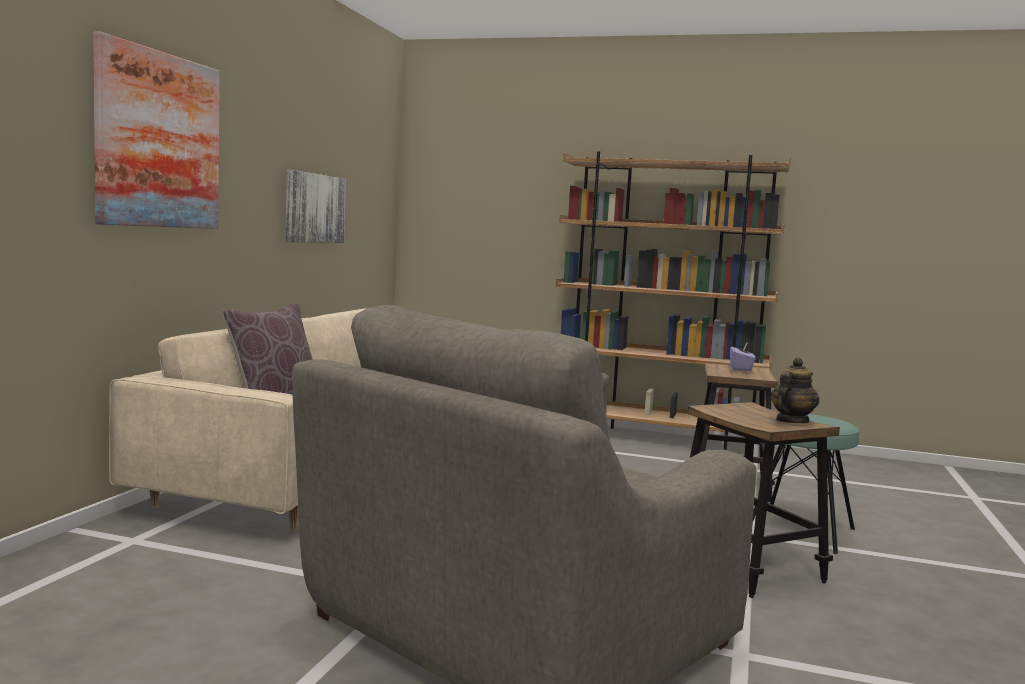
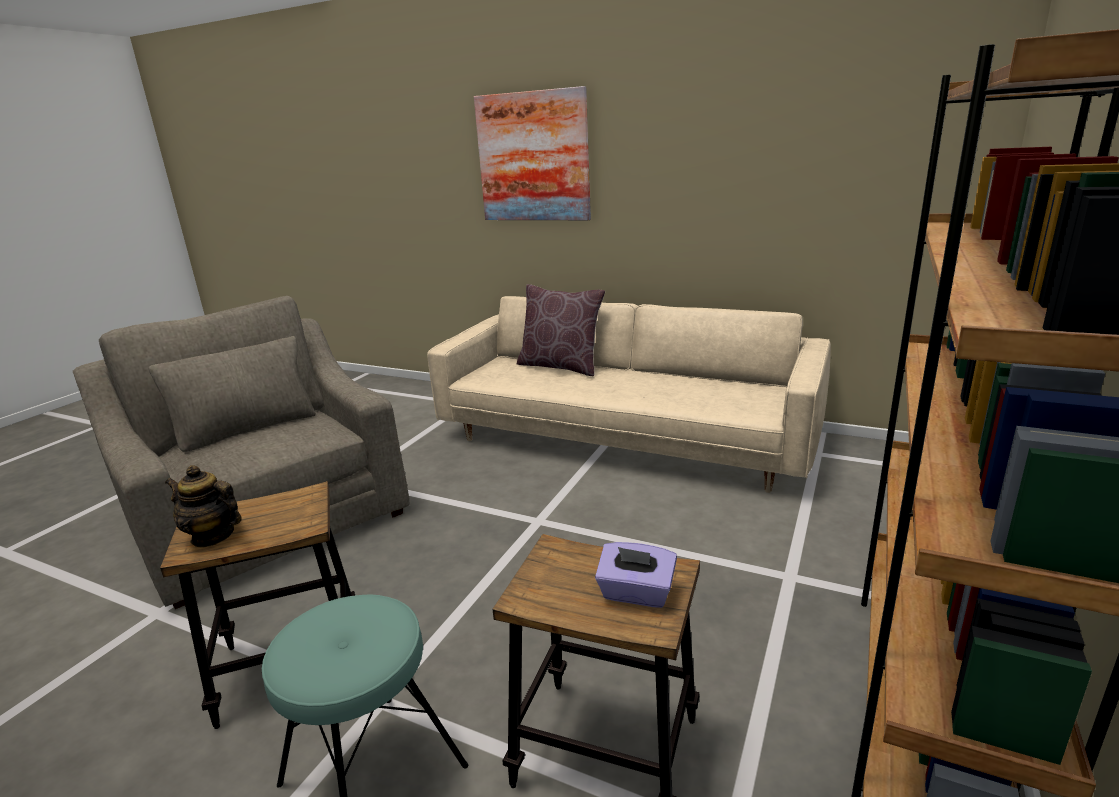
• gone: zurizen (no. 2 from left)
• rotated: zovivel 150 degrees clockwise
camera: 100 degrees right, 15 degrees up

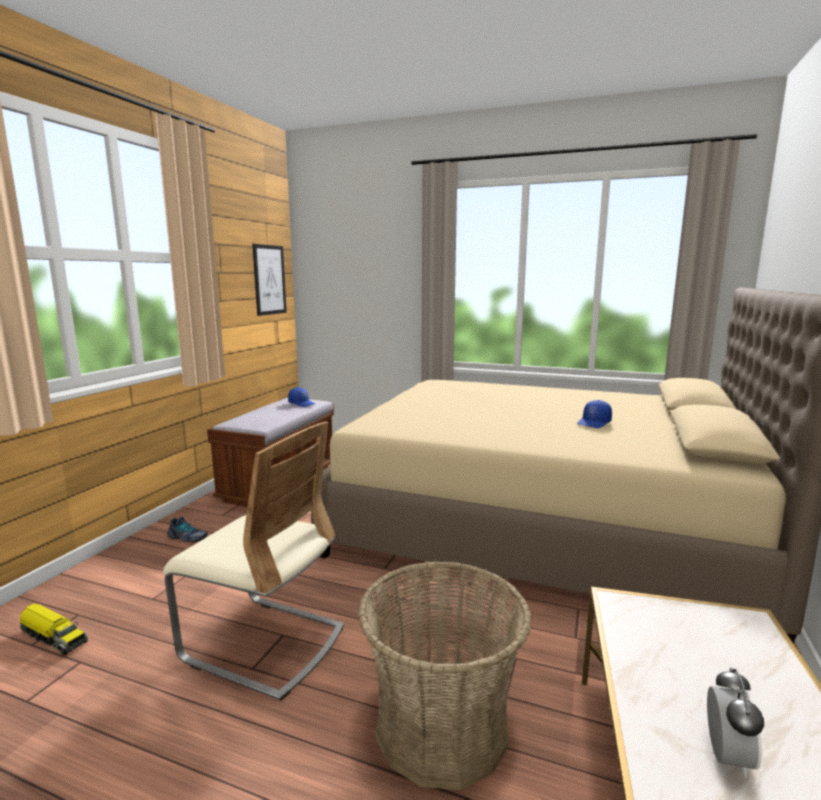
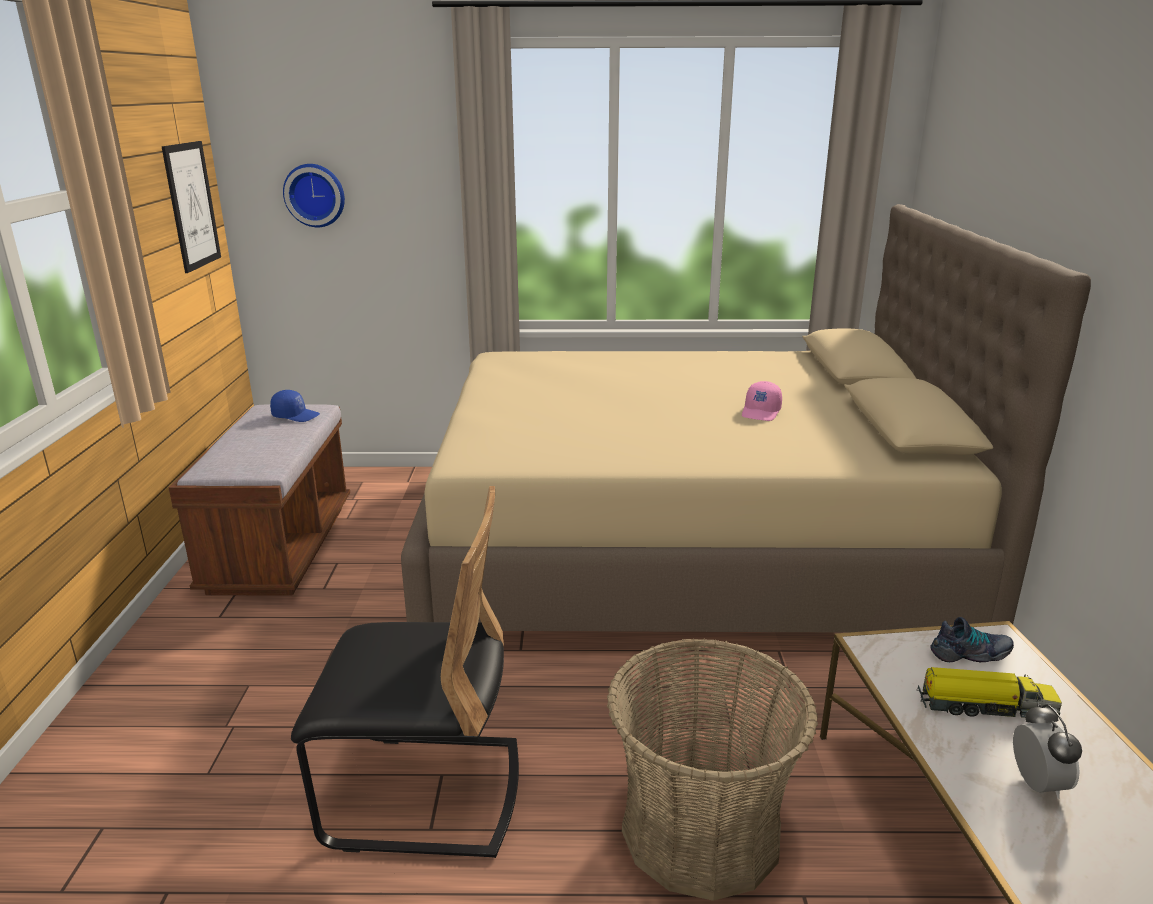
• new: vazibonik
• shifted: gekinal
• shifted: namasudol
• repainted: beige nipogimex to black nipogimex
• repainted: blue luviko (no. 2 from left) to pink luviko
camera: 20 degrees left, 10 degrees up

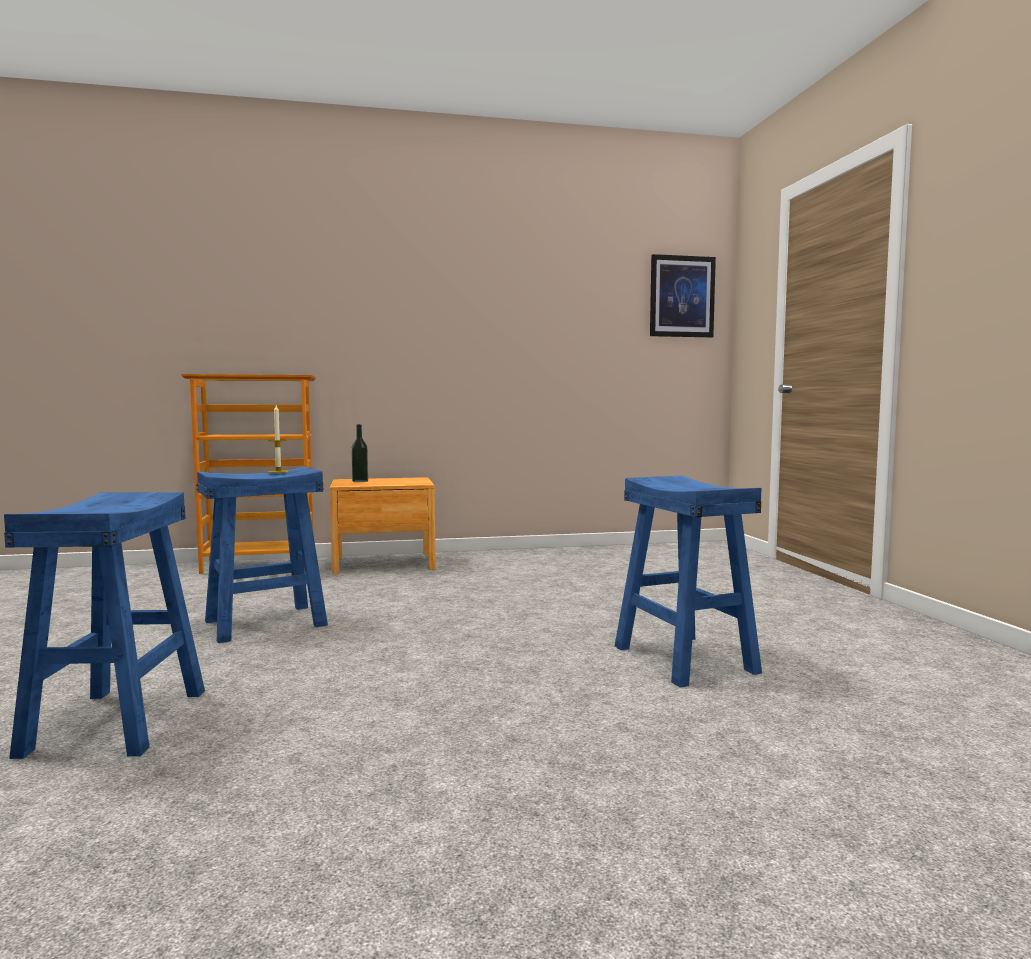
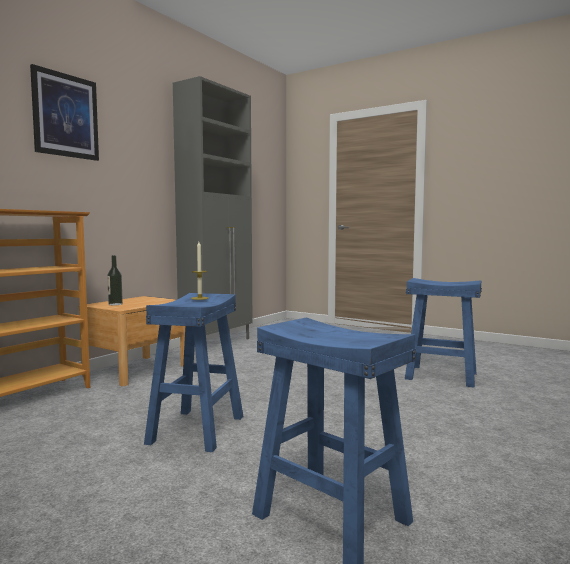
• new: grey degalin
• shifted: zurizen
camera: 45 degrees left, 0 degrees up

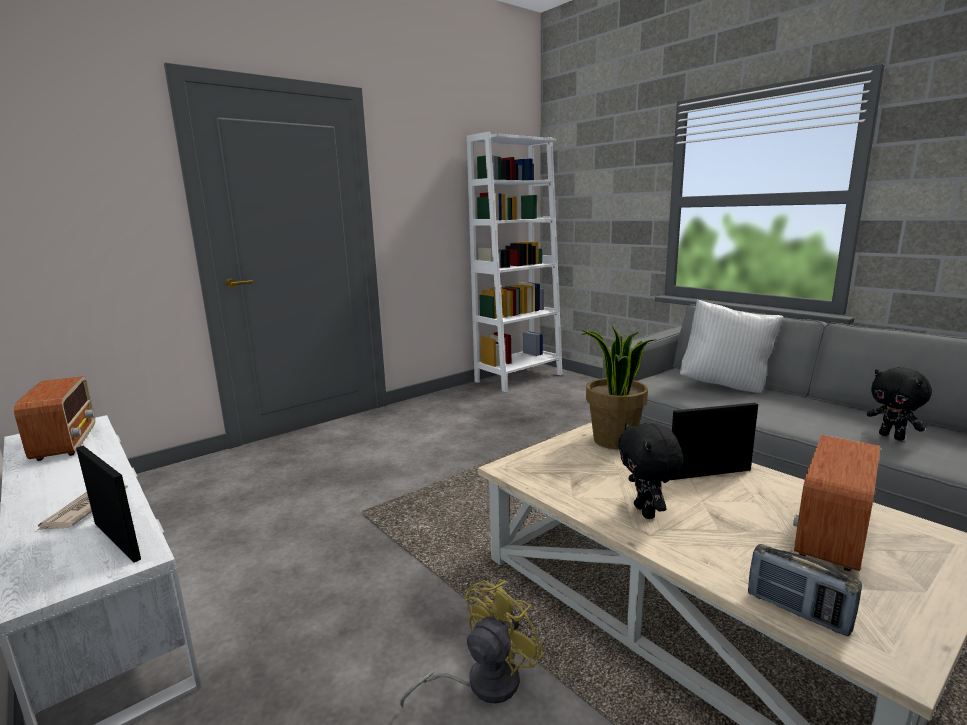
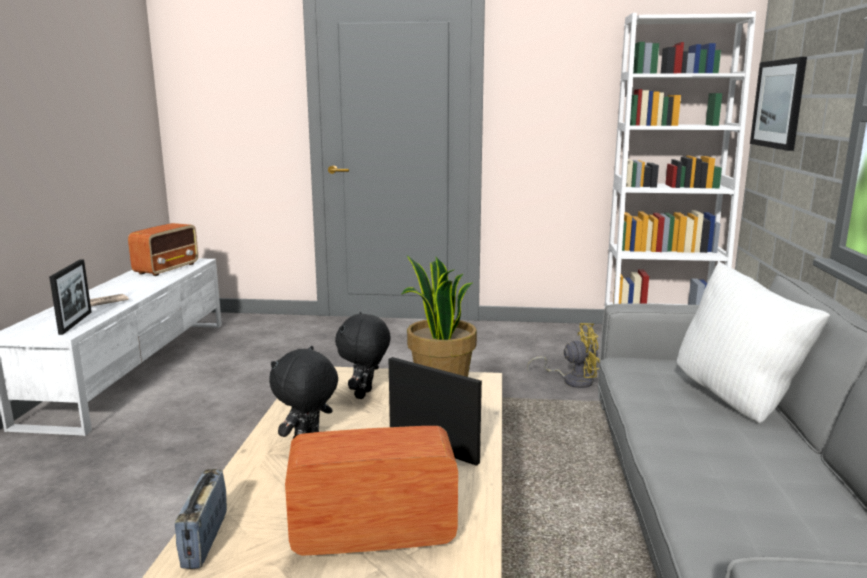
• new: zurizen
• shifted: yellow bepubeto
• shifted: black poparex (no. 2 from left)
camera: 45 degrees right, 0 degrees up

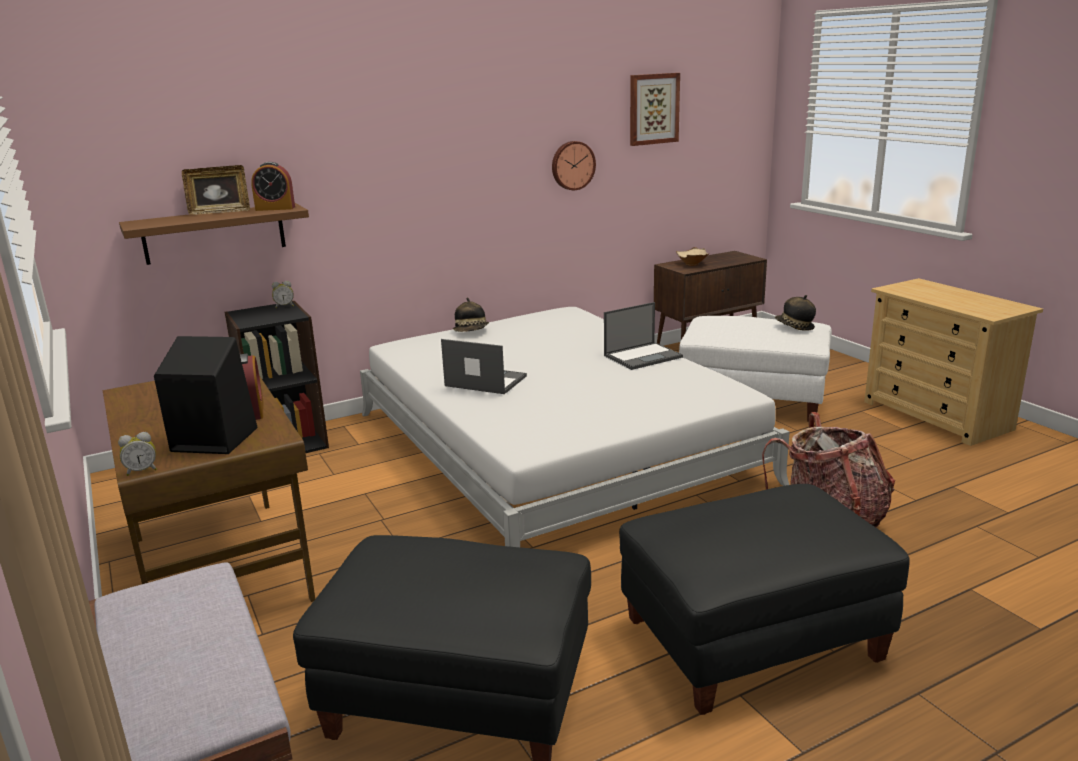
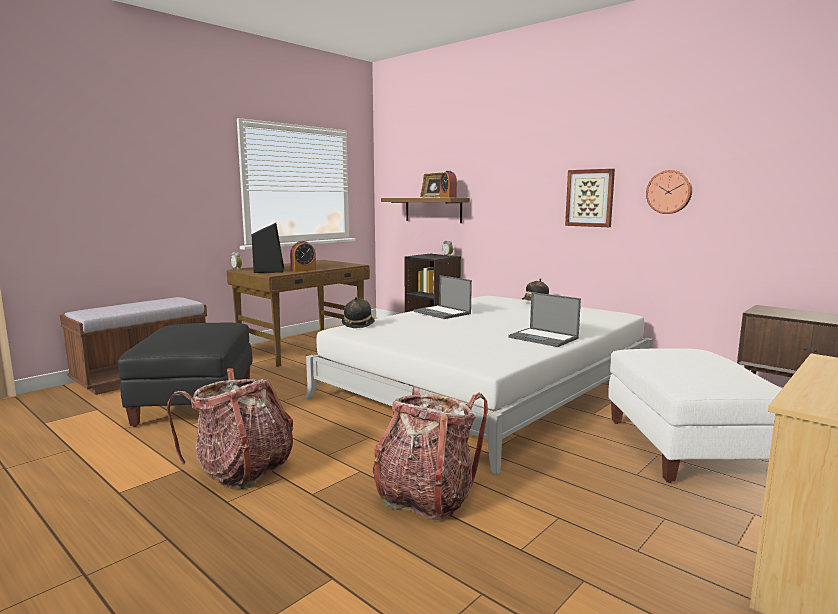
• gone: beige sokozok
• shifted: zurizen
• shifted: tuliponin (no. 2 from left in the first image) to tuliponin (no. 1 from left)
• swapped: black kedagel (no. 2 from left) to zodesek (no. 1 from left)
• rotated: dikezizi (no. 1 from left) 135 degrees clockwise
camera: 70 degrees right, 10 degrees down

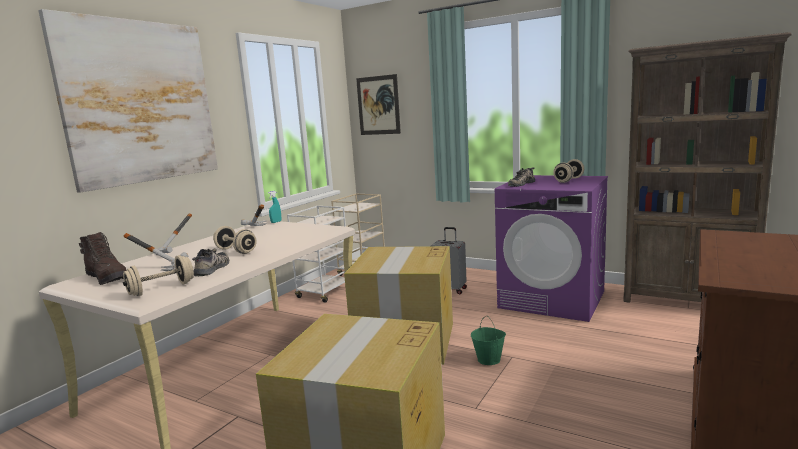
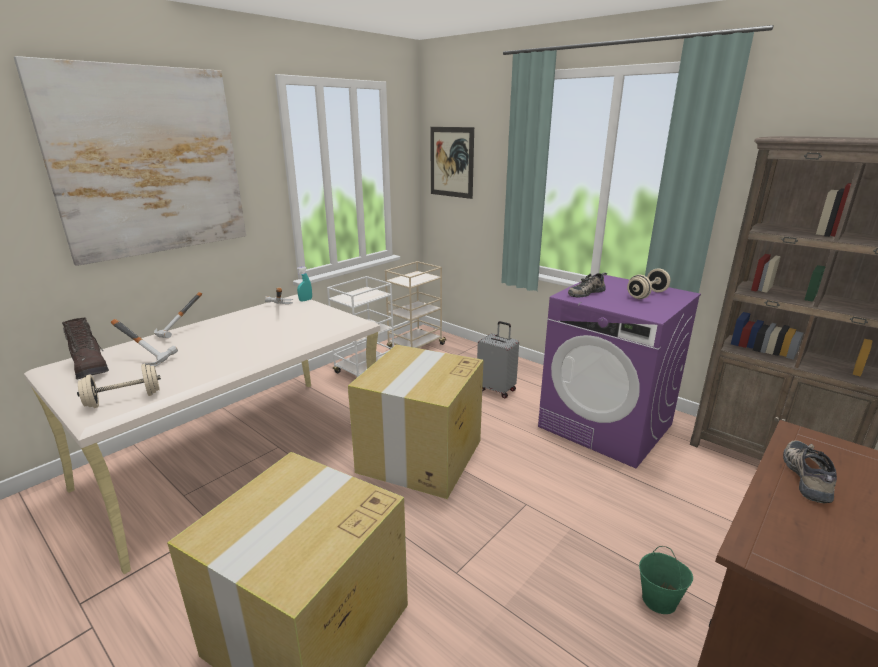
• gone: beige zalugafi (no. 2 from left)
• shifted: namasudol (no. 1 from left in the first image) to namasudol (no. 2 from left)
• shifted: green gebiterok
camera: 10 degrees right, 10 degrees up

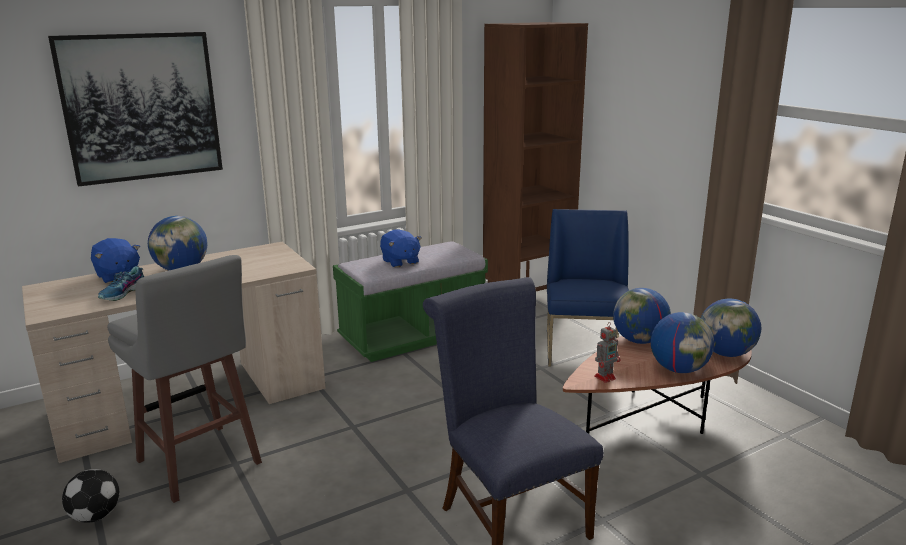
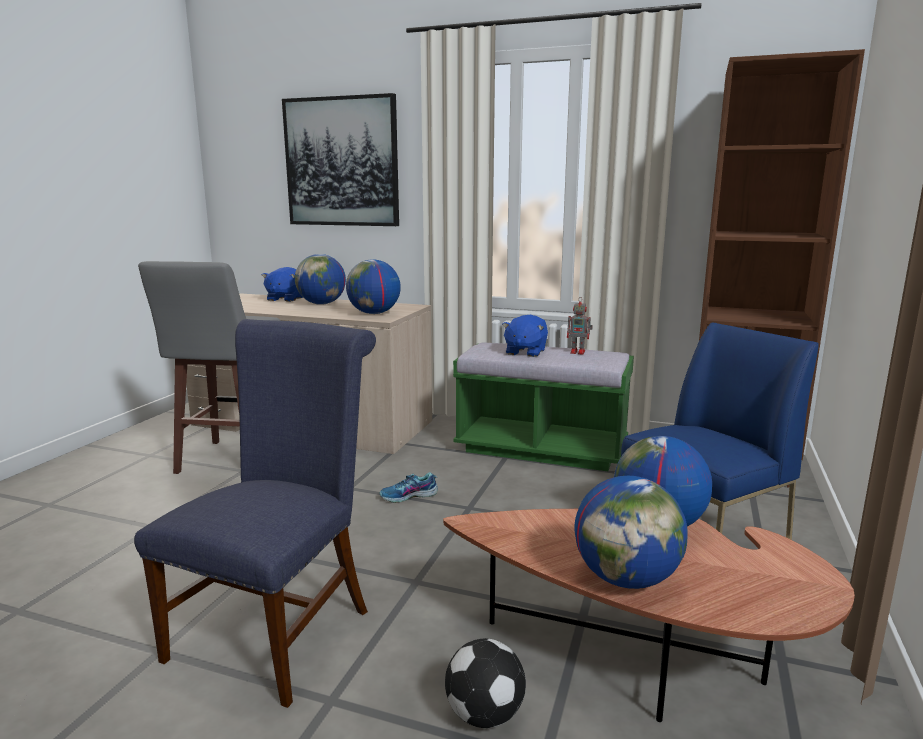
• shifted: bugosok
• shifted: namasudol
• shifted: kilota
• shifted: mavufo (no. 4 from left in the first image) to mavufo (no. 2 from left)
camera: 50 degrees right, 5 degrees down

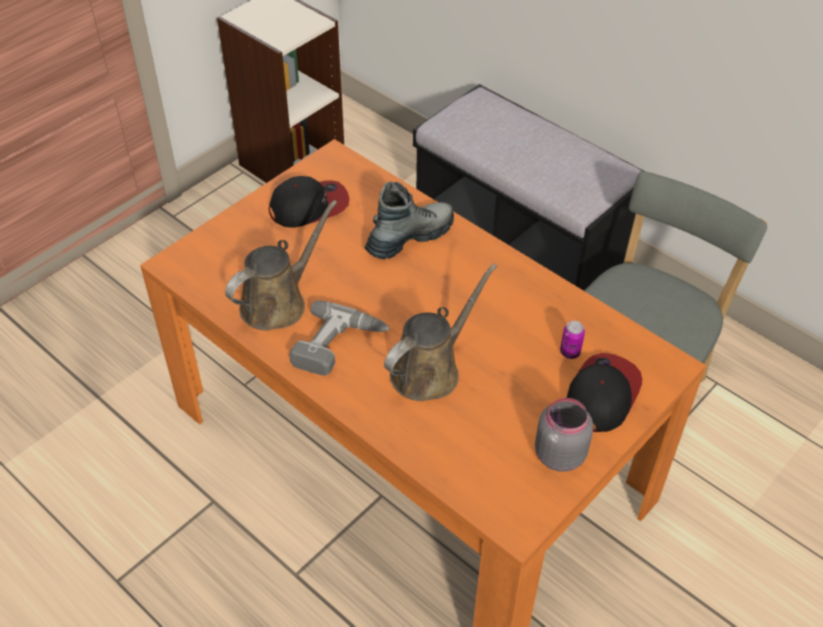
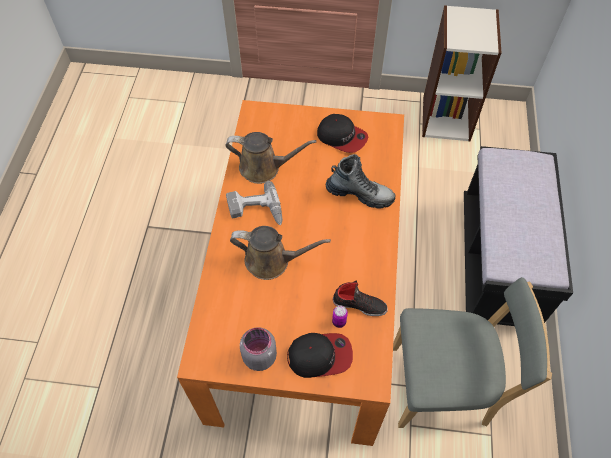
• new: black namasudol
camera: 55 degrees right, 10 degrees up

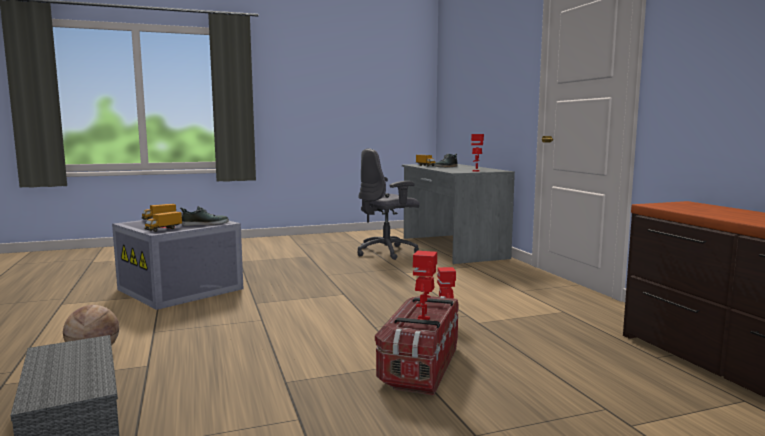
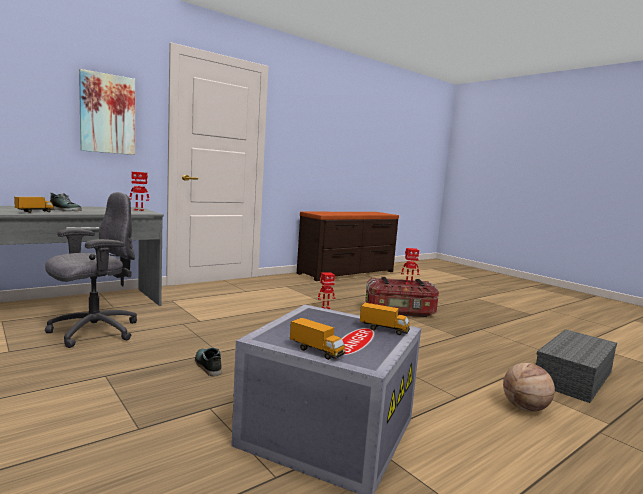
• new: zurizen
• shifted: namasudol (no. 1 from left in the first image) to namasudol (no. 2 from left)
• rotated: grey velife 90 degrees counterclockwise
camera: 110 degrees left, 0 degrees up

